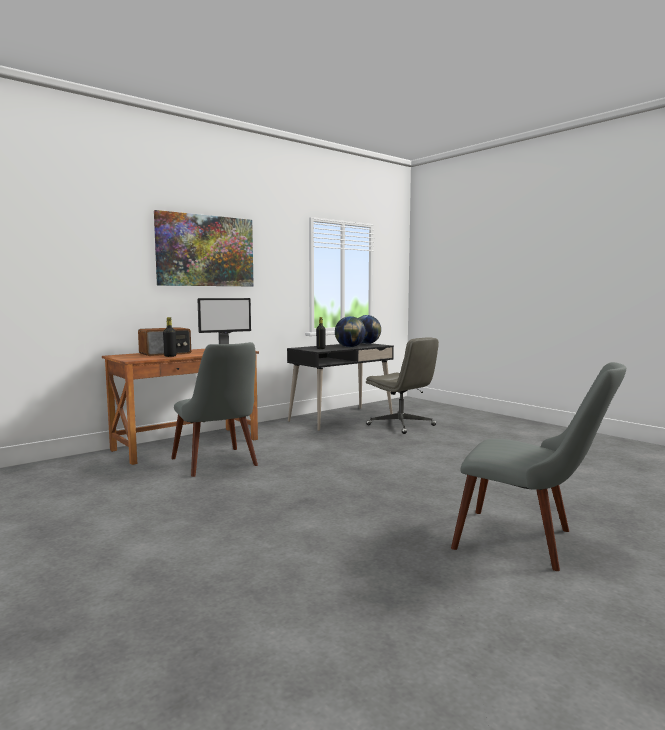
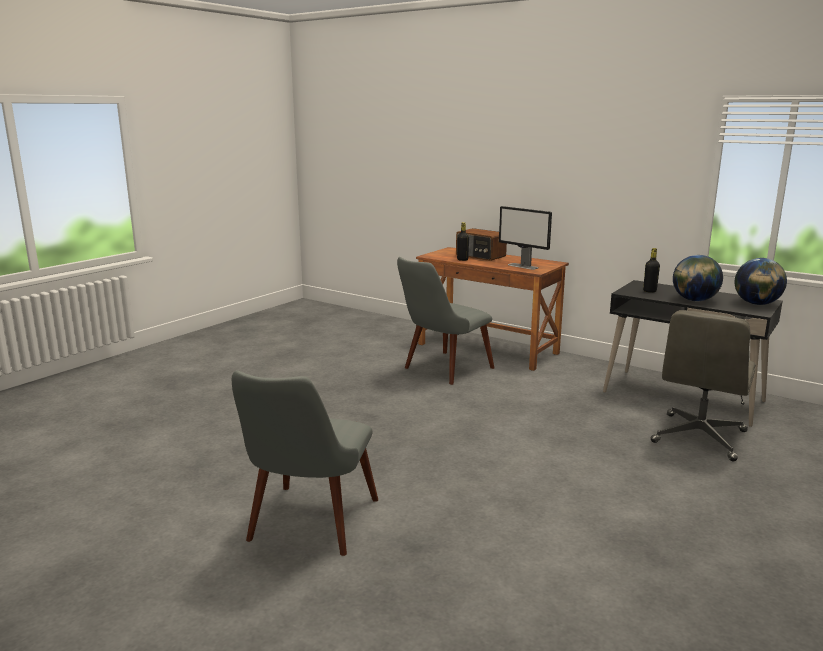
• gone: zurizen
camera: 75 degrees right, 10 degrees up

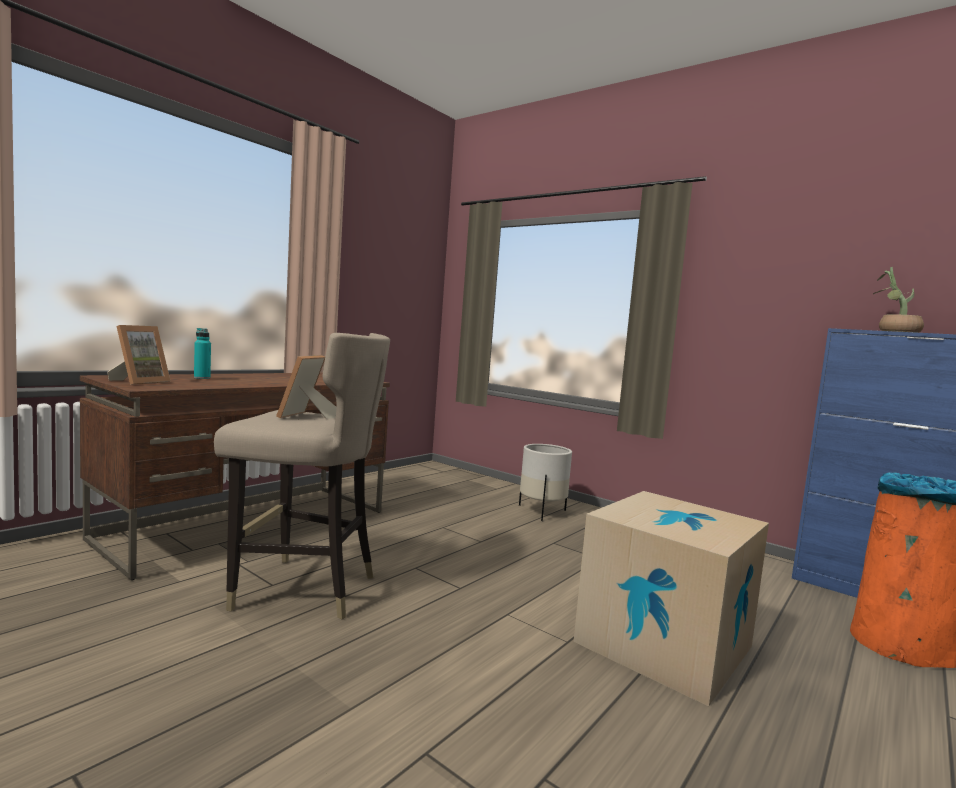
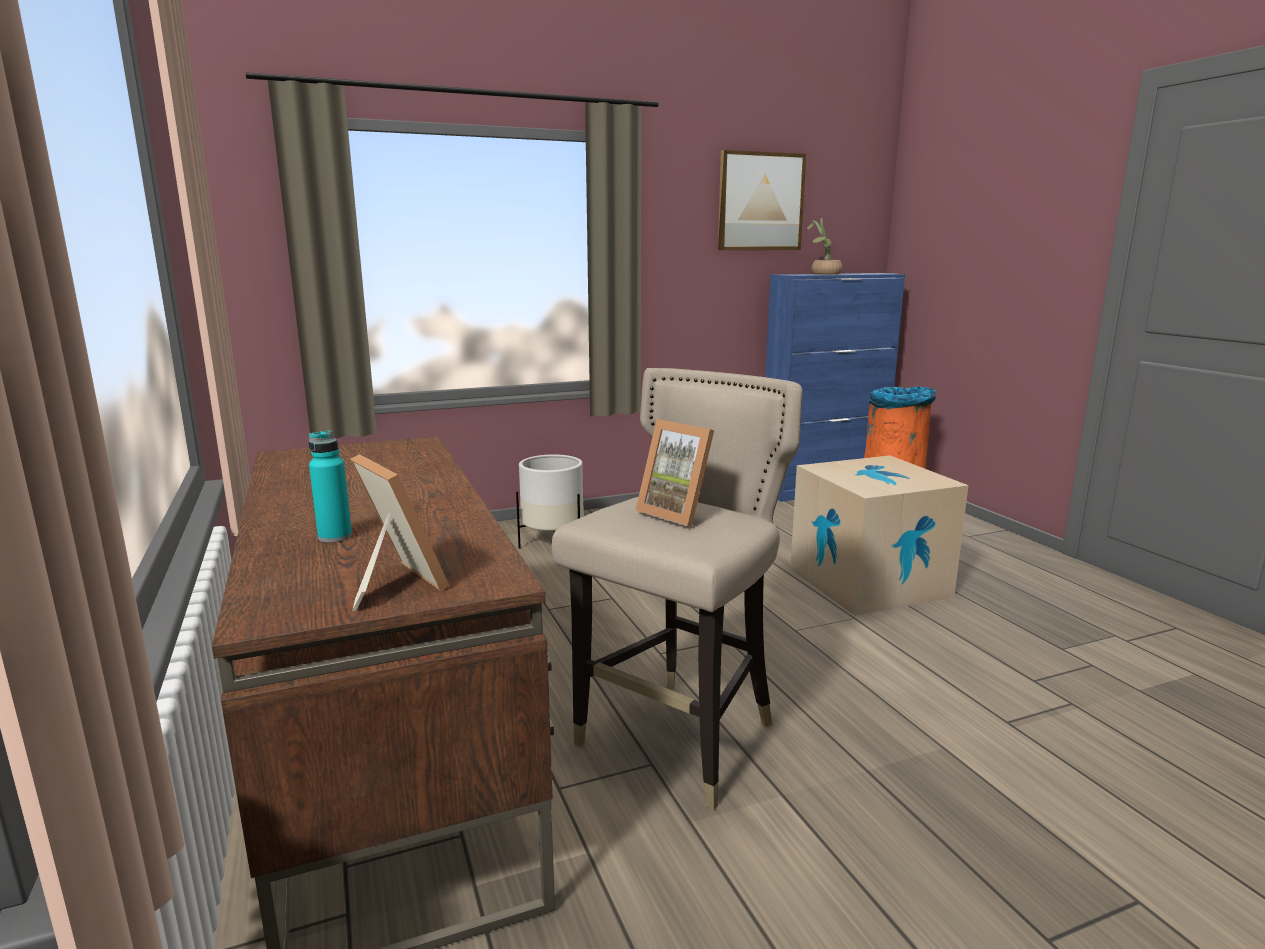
• new: zurizen
camera: 60 degrees left, 10 degrees up

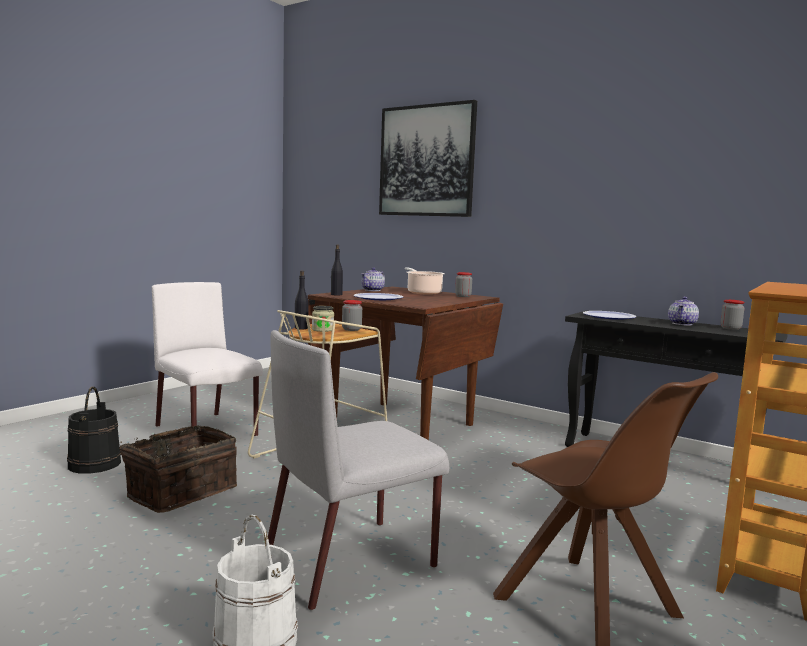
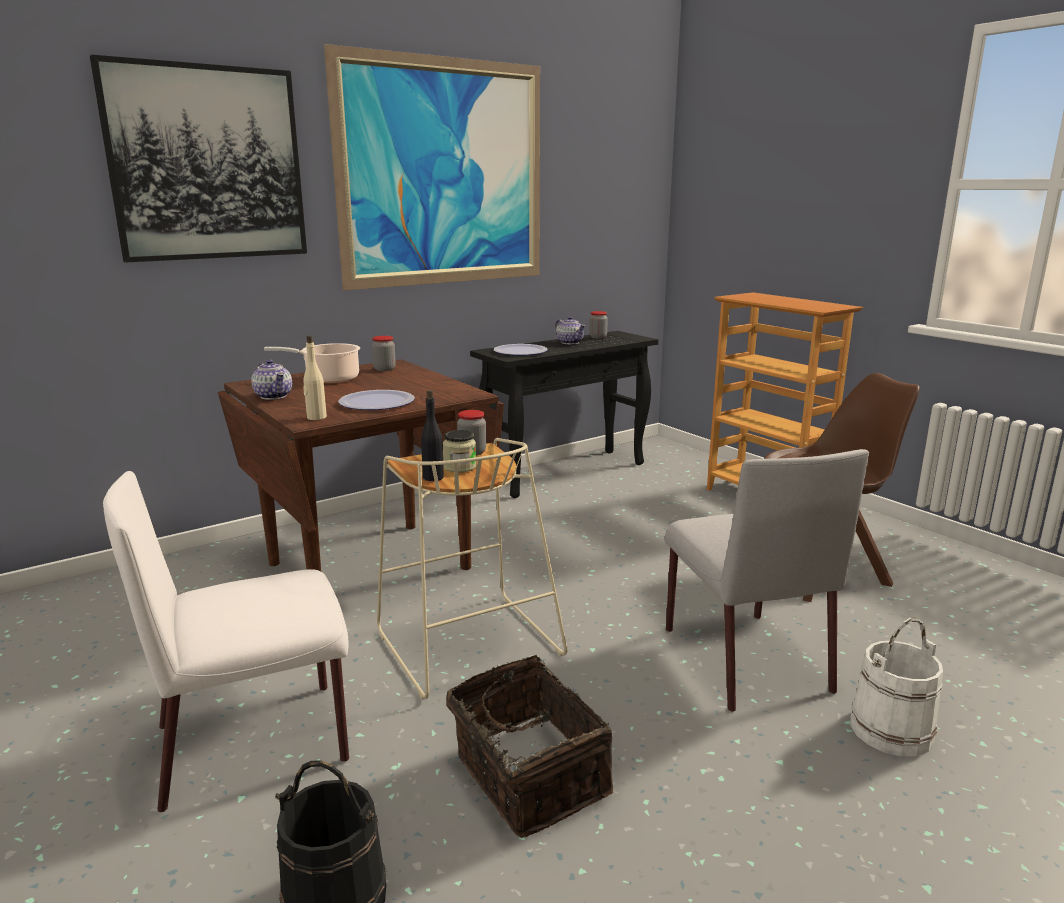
• new: zurizen (no. 2 from left)
• repainted: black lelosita (no. 2 from left) to beige lelosita
camera: 70 degrees left, 10 degrees up

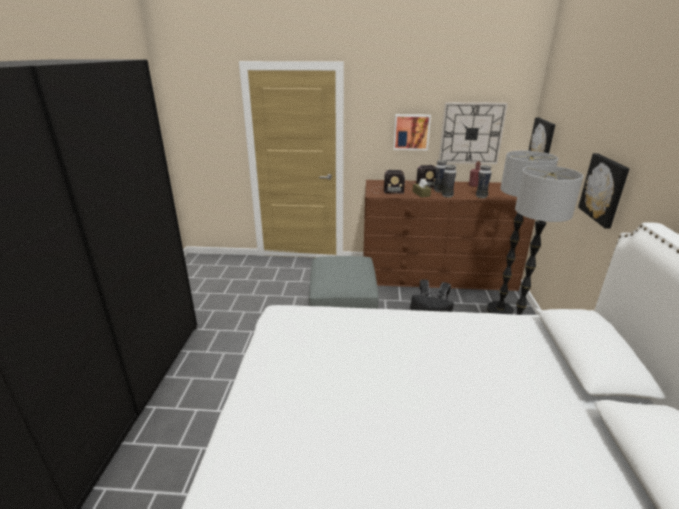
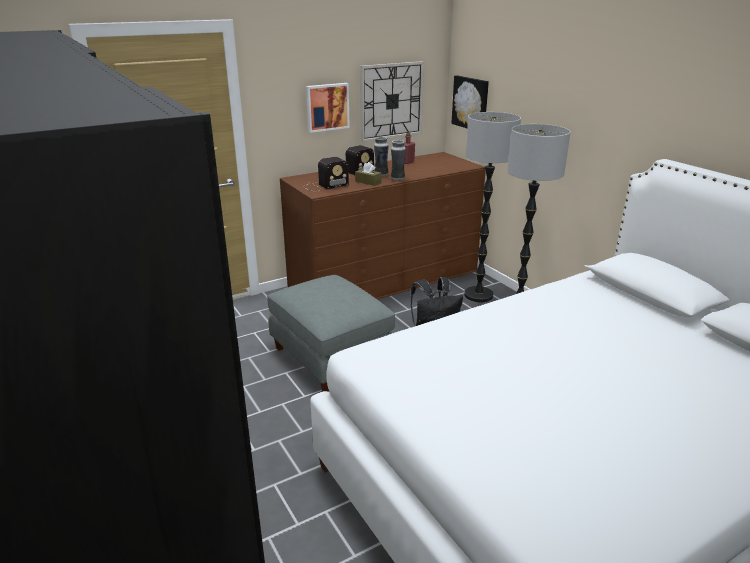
• gone: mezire (no. 3 from left)
• gone: zurizen (no. 3 from left)
camera: 35 degrees left, 0 degrees up

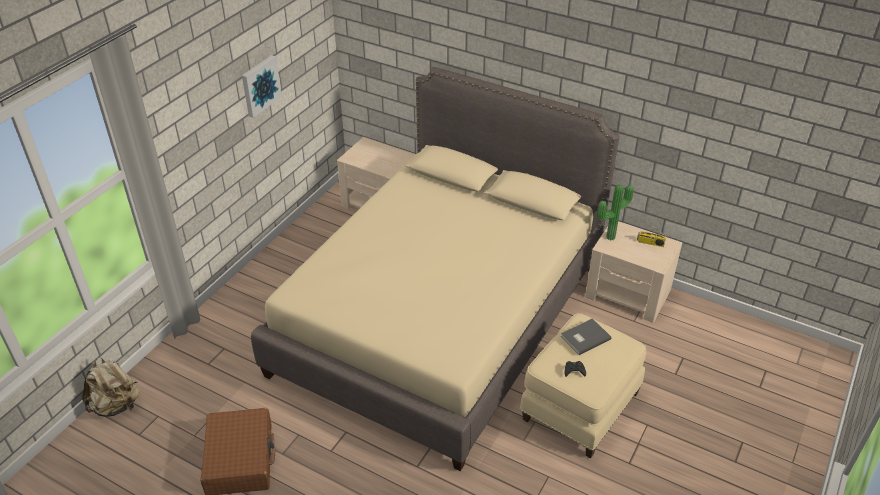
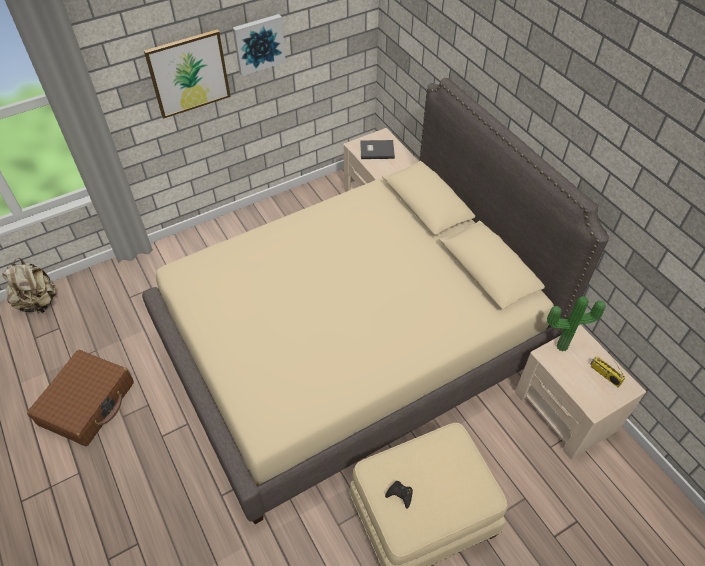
• new: zurizen (no. 1 from left)
• shifted: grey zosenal
camera: 30 degrees right, 10 degrees up

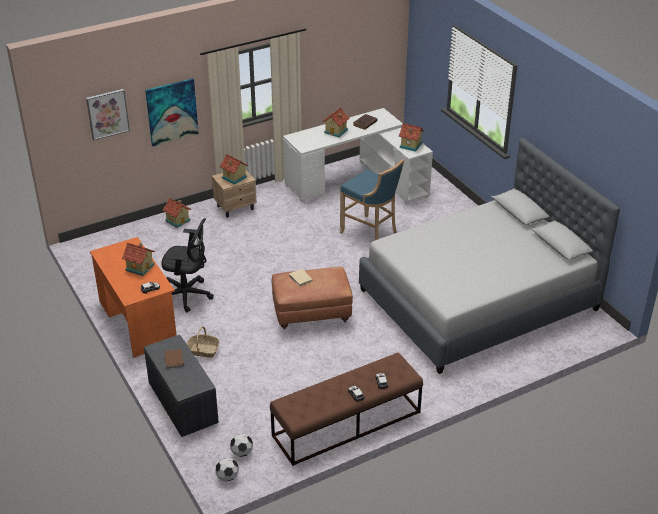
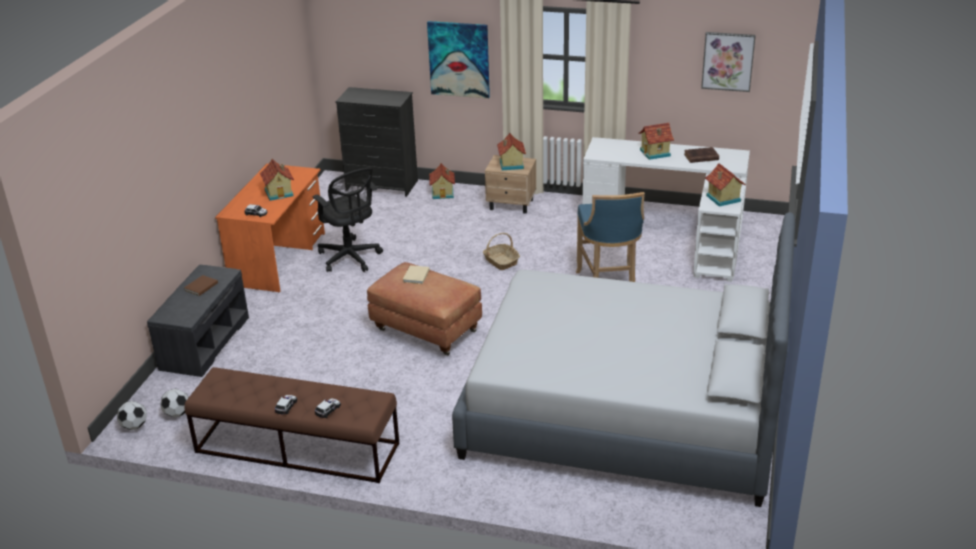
• new: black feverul
• shifted: zurizen (no. 1 from left in the first image) to zurizen (no. 2 from left)
• shifted: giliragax
camera: 45 degrees right, 5 degrees down

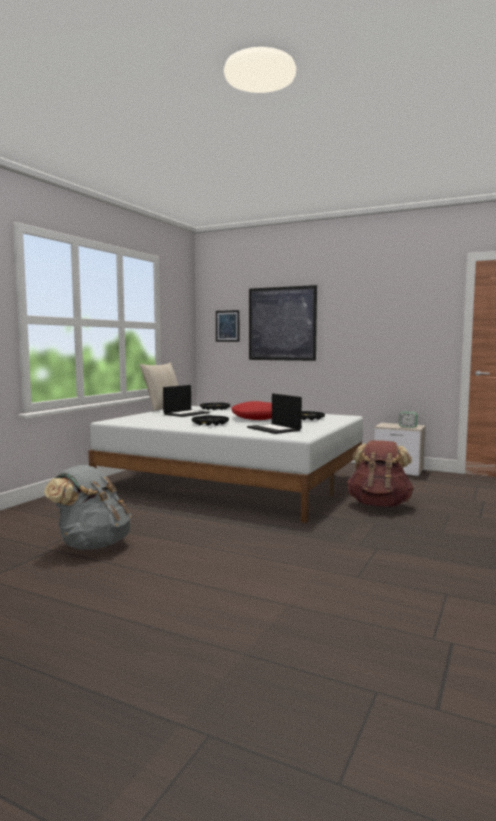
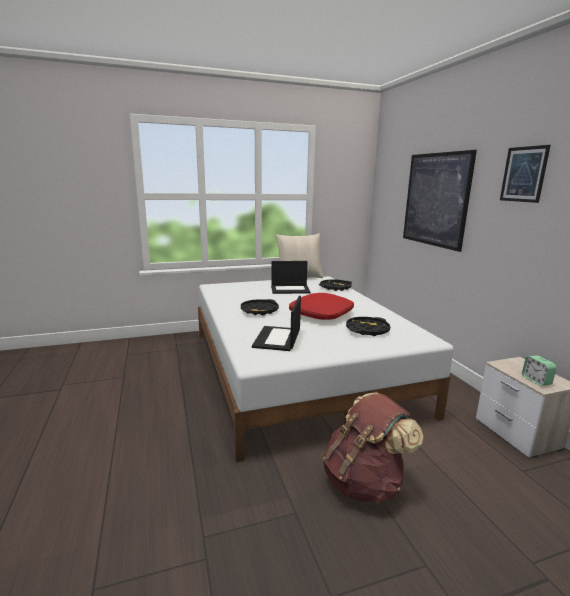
• gone: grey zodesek
• shifted: zurizen (no. 1 from left in the first image) to zurizen (no. 2 from left)
camera: 45 degrees right, 10 degrees up

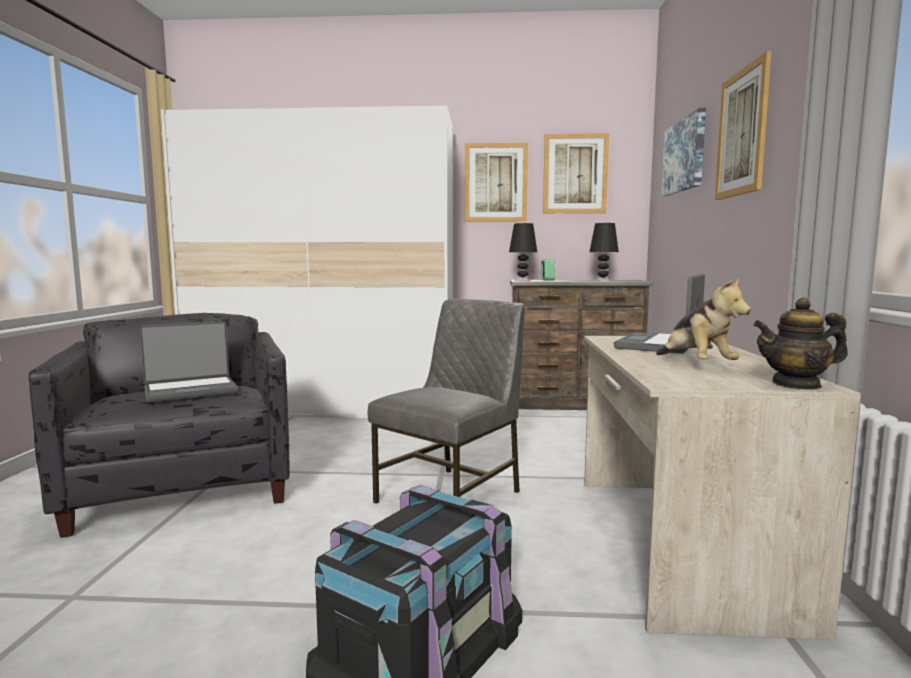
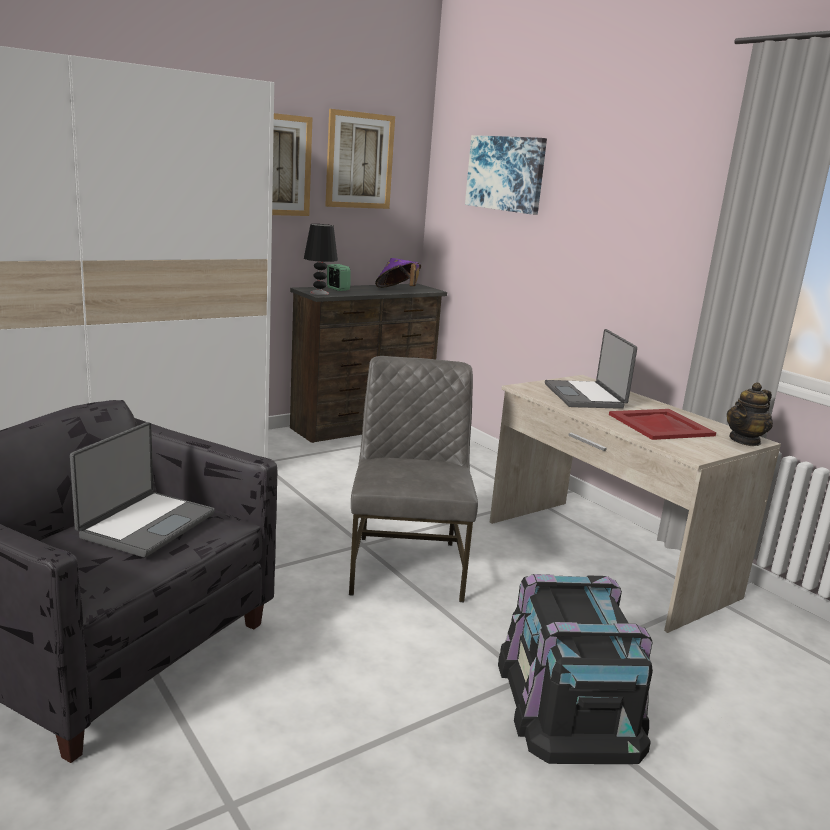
• gone: zurizen (no. 4 from left)
• swapped: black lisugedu (no. 2 from left) to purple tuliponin
• swapped: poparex to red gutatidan
camera: 40 degrees left, 10 degrees up

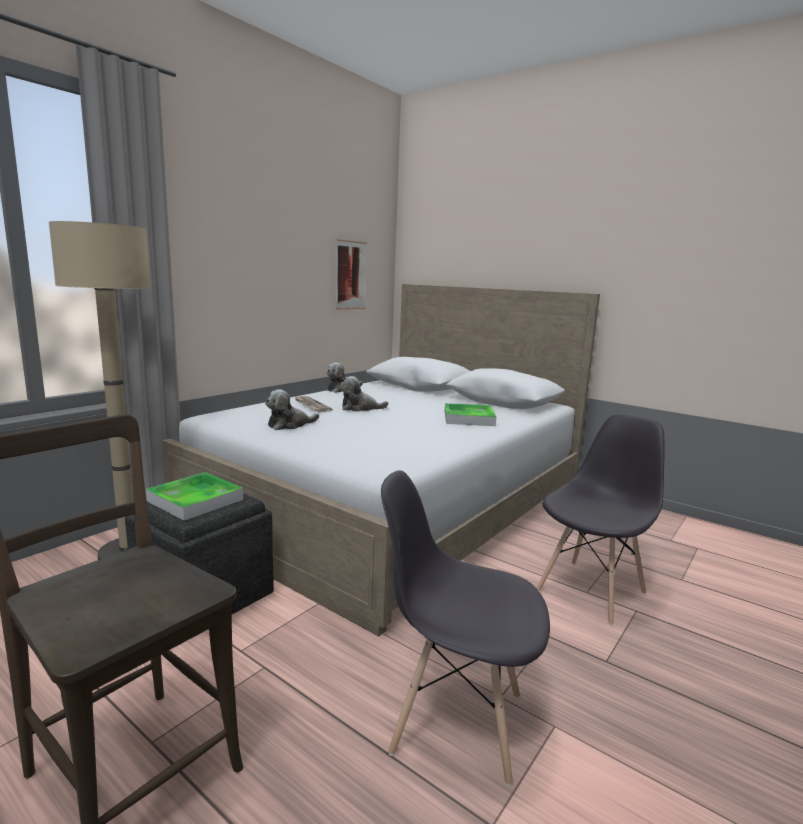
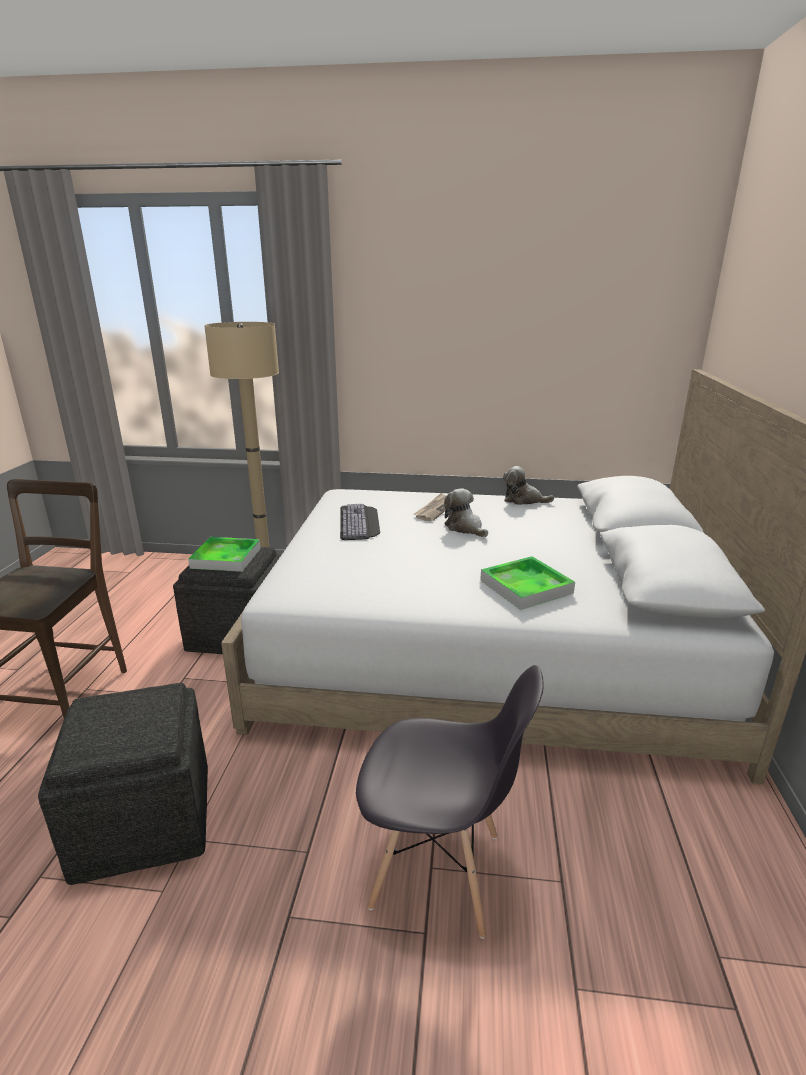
• gone: zurizen
• swapped: poparex (no. 1 from left) to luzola
• swapped: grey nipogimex (no. 1 from left) to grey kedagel (no. 1 from left)
camera: 60 degrees right, 10 degrees up

